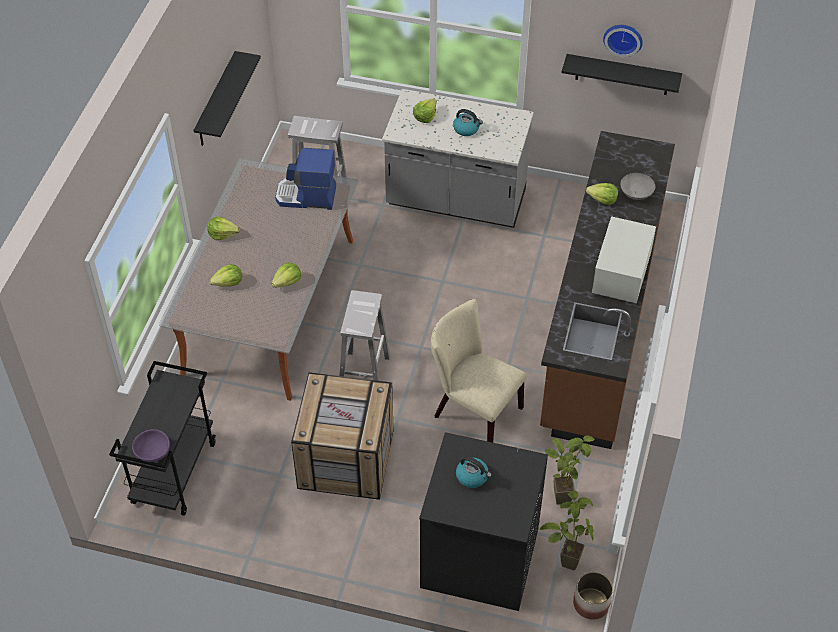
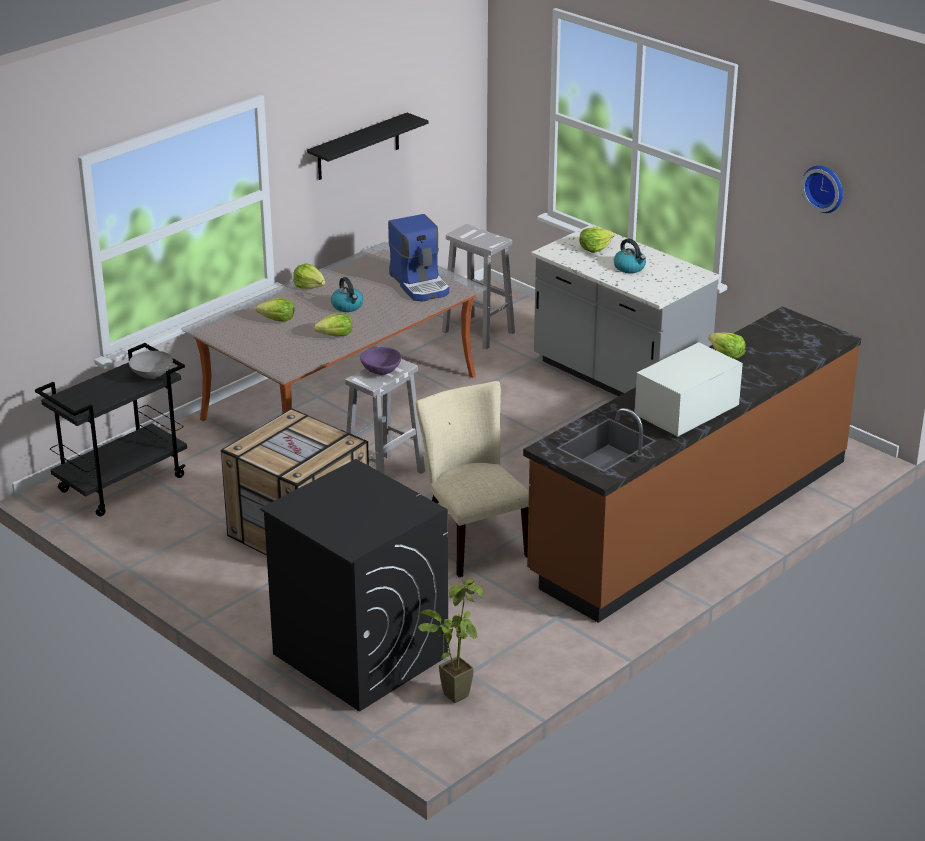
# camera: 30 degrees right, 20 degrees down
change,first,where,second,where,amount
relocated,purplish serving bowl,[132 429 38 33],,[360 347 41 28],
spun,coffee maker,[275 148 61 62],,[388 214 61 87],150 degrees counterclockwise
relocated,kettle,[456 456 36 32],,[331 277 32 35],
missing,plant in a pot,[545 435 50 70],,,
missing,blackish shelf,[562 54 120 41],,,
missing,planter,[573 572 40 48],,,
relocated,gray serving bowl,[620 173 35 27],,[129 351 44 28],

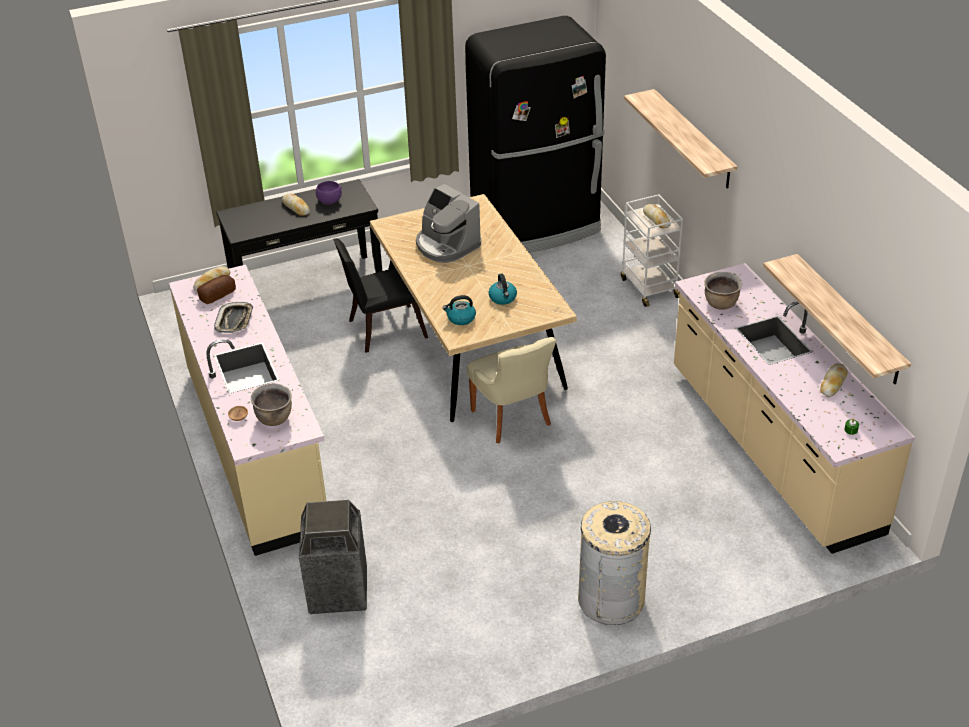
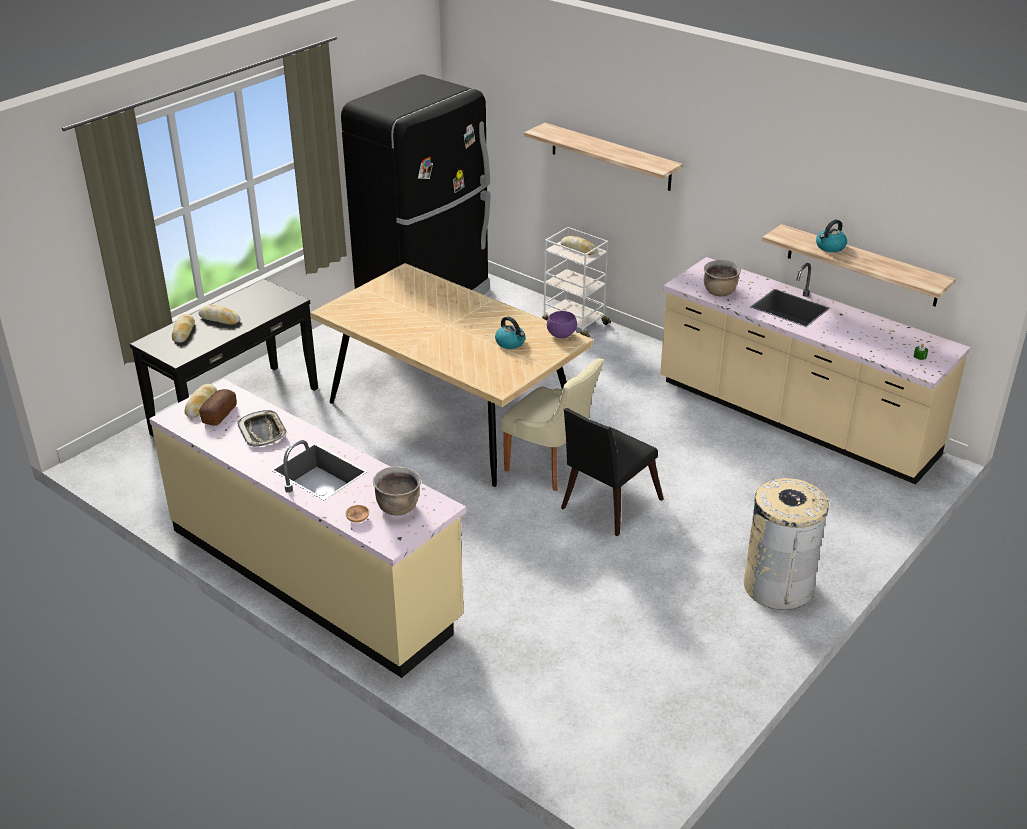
# camera: 30 degrees left, 5 degrees down
change,first,where,second,where,amount
missing,trash can,[299 500 68 114],,,
relocated,purplish serving bowl,[316 181 26 24],,[547 311 30 27],
relocated,blackish upright chair,[333 238 95 115],,[561 408 103 128],
missing,coffee maker,[416 184 65 79],,,
relocated,kettle,[443 295 33 30],,[816 220 31 32],
relocated,bakery bread,[820 363 28 34],,[172 314 23 29],

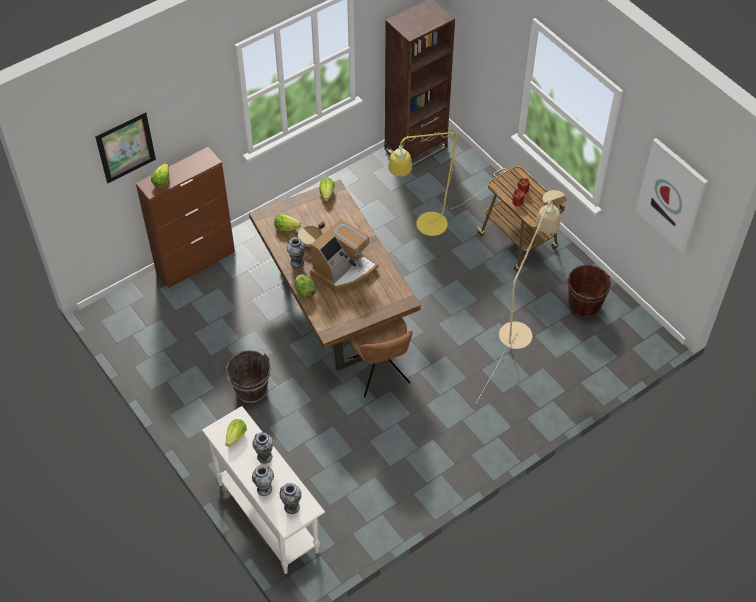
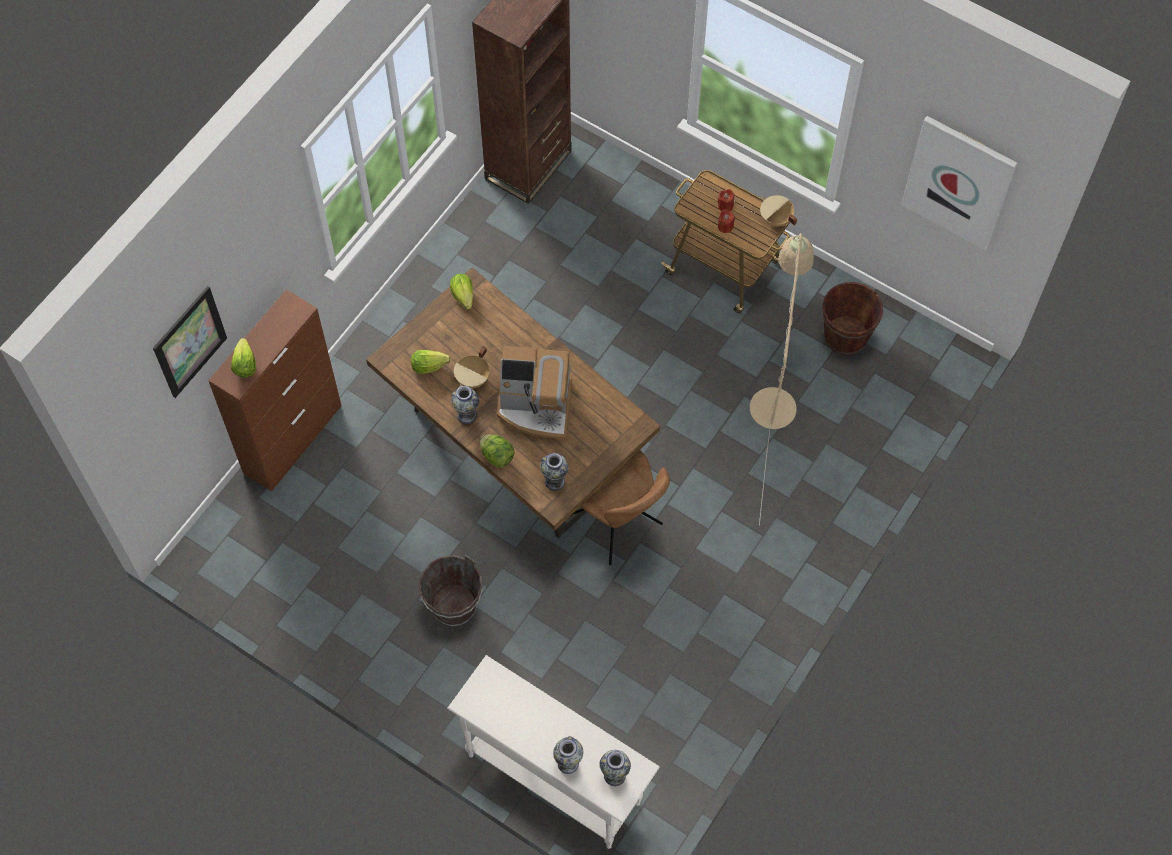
# camera: 20 degrees left, 10 degrees up
change,first,where,second,where,amount
missing,lettuce head,[225 419 22 28],,,
relocated,flower vase,[252 432 22 32],,[540 453 28 38],
spun,coffee maker,[310 219 69 72],,[497 346 75 94],75 degrees clockwise
missing,yellowish standing lamp,[388 132 100 104],,,

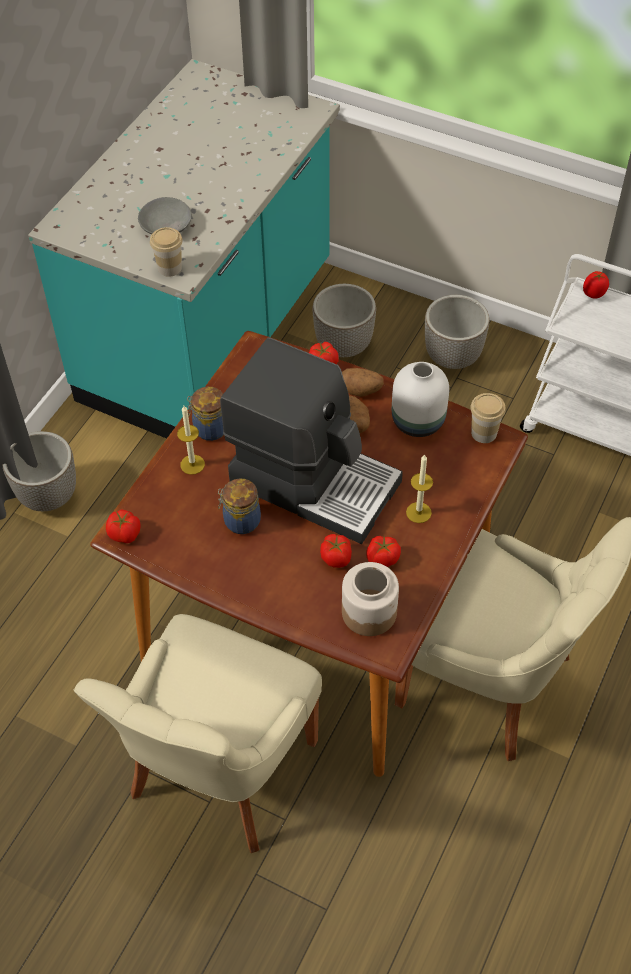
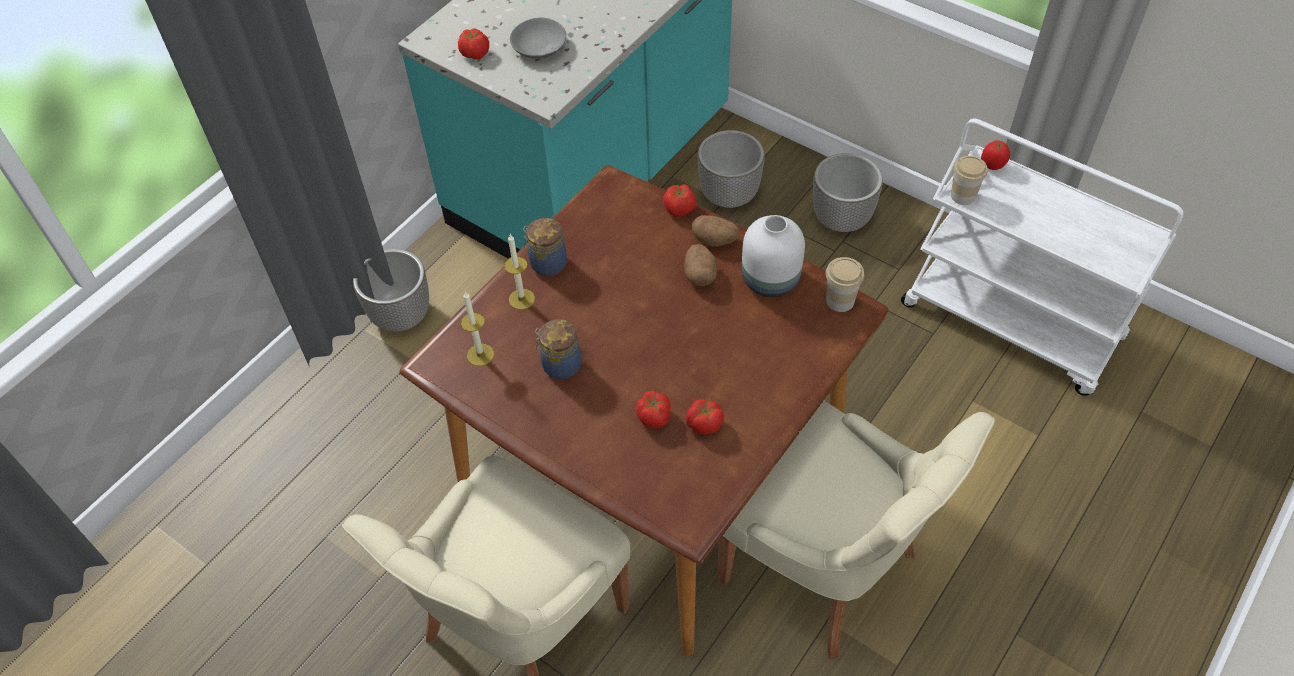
# camera: 10 degrees right, 0 degrees up
change,first,where,second,where,amount
relocated,whole tomato,[106 510 35 33],,[458 28 31 32],
relocated,drinking cup,[150 227 33 50],,[951 156 37 49],
missing,coffee maker,[220 337 183 207],,,
missing,jar,[342 562 57 74],,,
relocated,wax candle,[406 454 27 69],,[461 291 33 75],

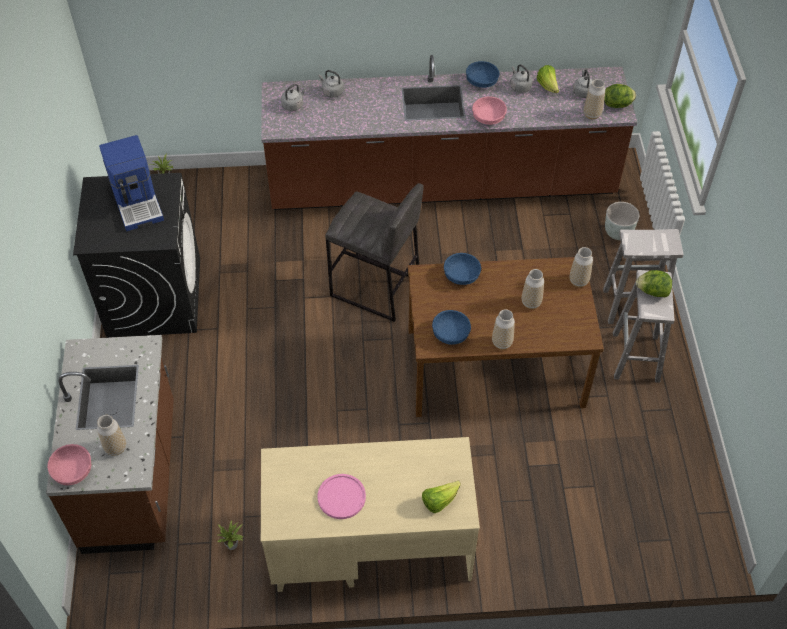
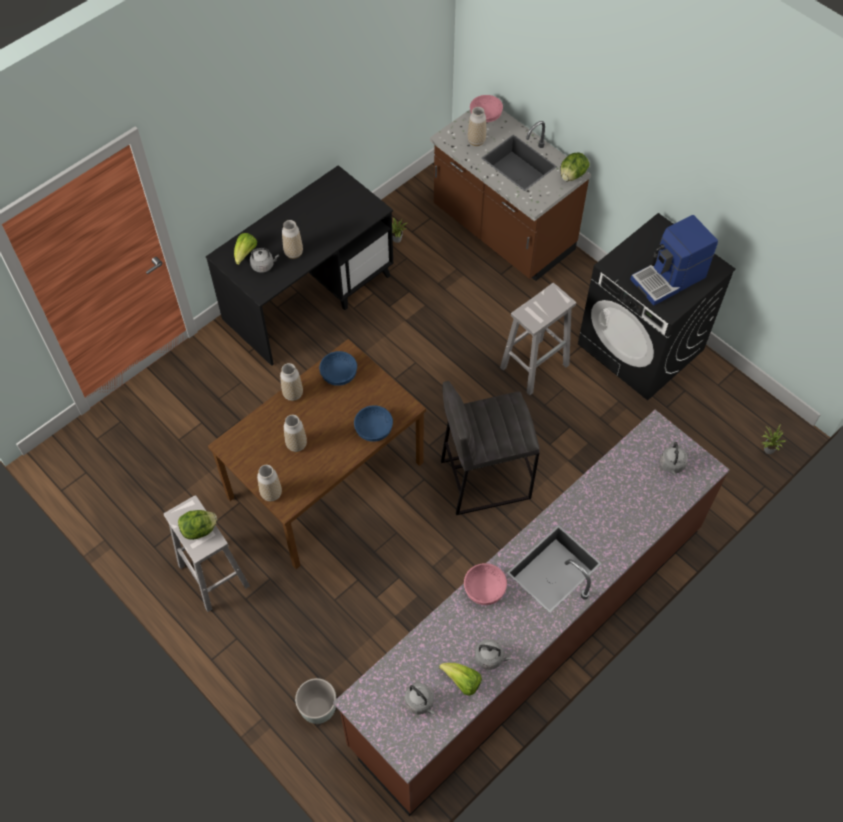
# camera: 140 degrees right, 5 degrees up
change,first,where,second,where,amount
spun,coffee maker,[99 135 65 96],,[630 215 88 91],60 degrees counterclockwise
colour,sand-coloured desk table,[261 437 219 155],blackish desk table,[206 165 188 201],
missing,pink-coloured flat dish,[317 474 49 45],,,
relocated,gray kettle,[318 70 26 27],,[250 248 29 25],
missing,blue serving bowl,[466 61 34 27],,,
relocated,flower vase,[584 79 21 41],,[282 220 21 39],
relocated,white-coloured sitting stool,[603 229 80 95],,[500 283 76 112],
relocated,lettuce head,[604 84 32 24],,[560 153 30 28],

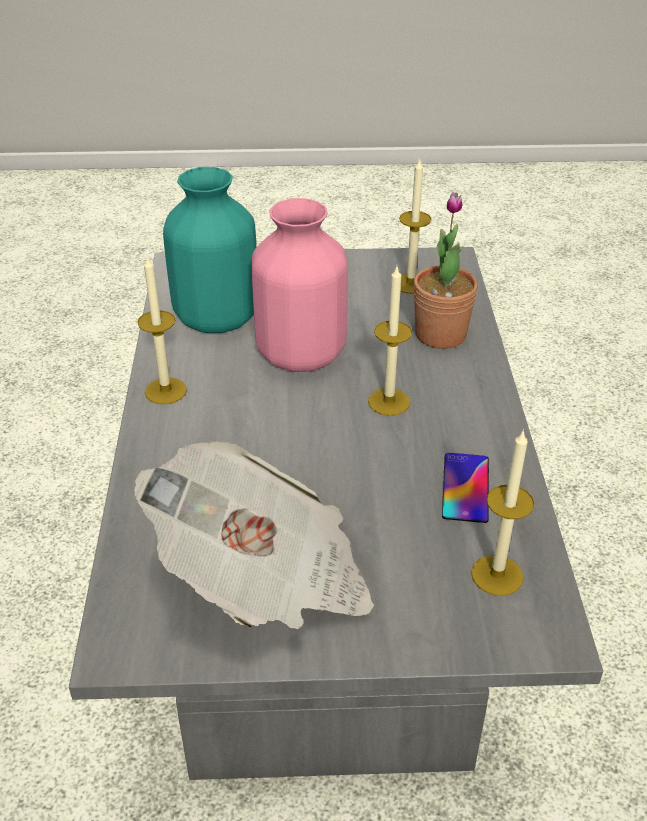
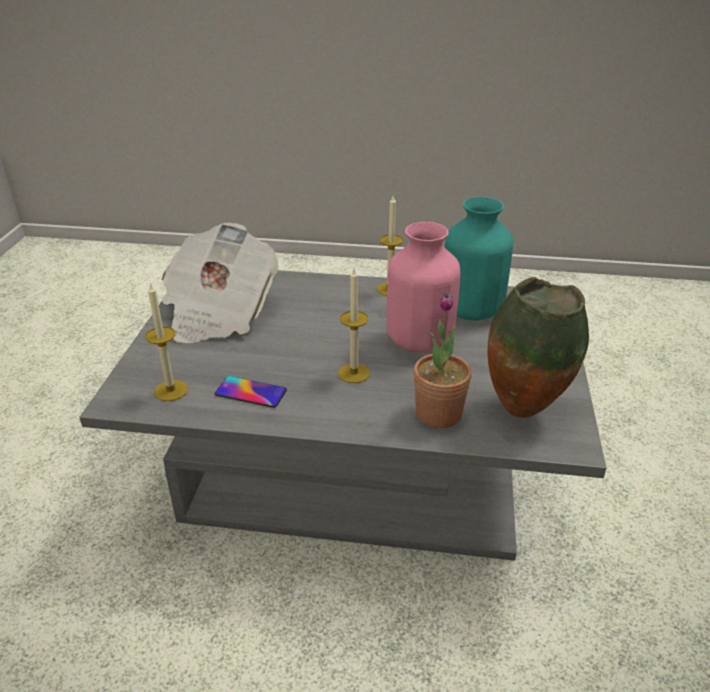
# camera: 100 degrees right, 5 degrees down
change,first,where,second,where,amount
exchanged,wax candle,[399 158 32 136],flower vase,[488 277 101 141],

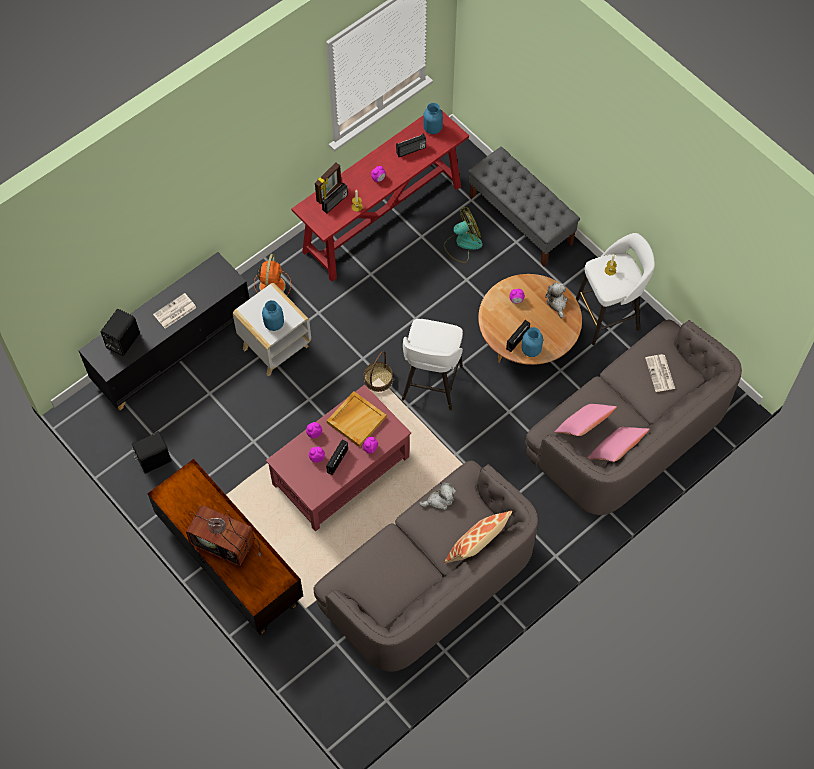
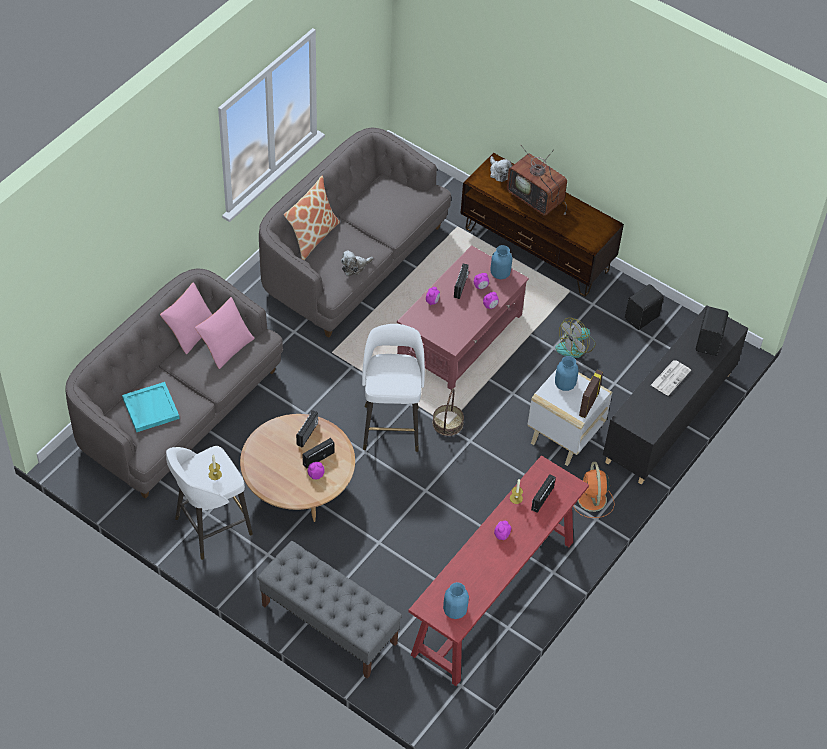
# camera: 165 degrees right, 10 degrees down
change,first,where,second,where,amount
spun,TV set,[186 505 75 61],,[507 145 60 71],150 degrees counterclockwise
relocated,photo frame,[315 162 26 42],,[579 370 24 48],
missing,sand-coloured serving tray,[327 391 60 56],,,
relocated,radio set,[396 133 30 24],,[303 438 32 31],
relocated,fan,[444 207 39 56],,[555 318 41 40],
relocated,blue flower vase,[522 327 21 30],,[490 245 22 34],
relocated,cuddly toy,[545 282 22 37],,[490 156 22 26],
exchanged,daily paper,[645 354 30 38],turquoise serving tray,[122 382 58 50],

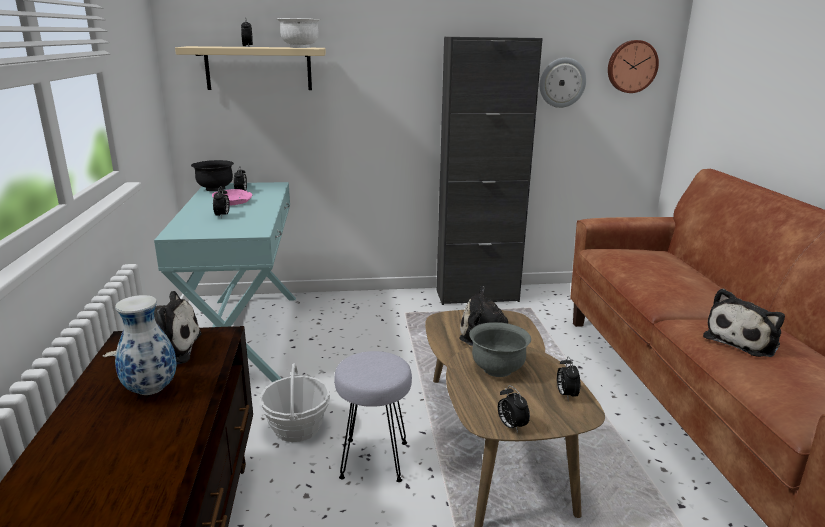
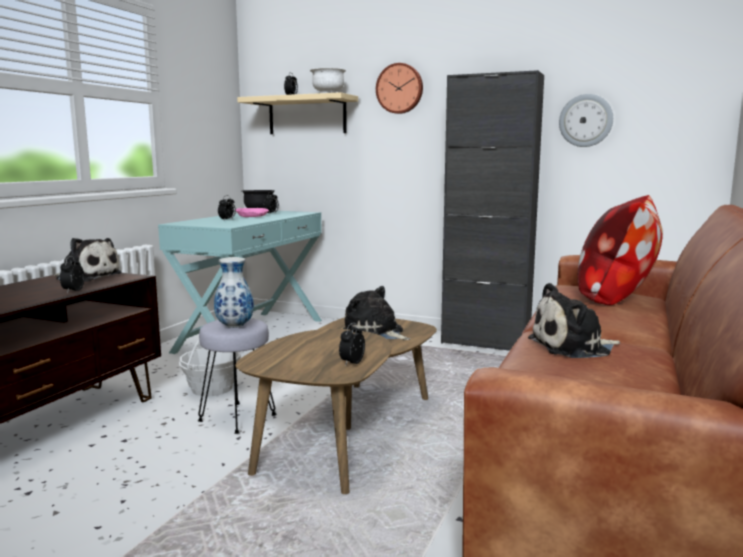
# camera: 30 degrees right, 10 degrees down
change,first,where,second,where,amount
relocated,flower vase,[115 295 62 100],,[214 257 40 71],
missing,gray serving bowl,[469 322 62 55],,,
relocated,bedside clock,[498 385 32 48],,[60 256 24 38],
relocated,clock on the wall,[608 40 51 53],,[376 63 47 51],
appeared,,,pillow,[578 195 85 110],

